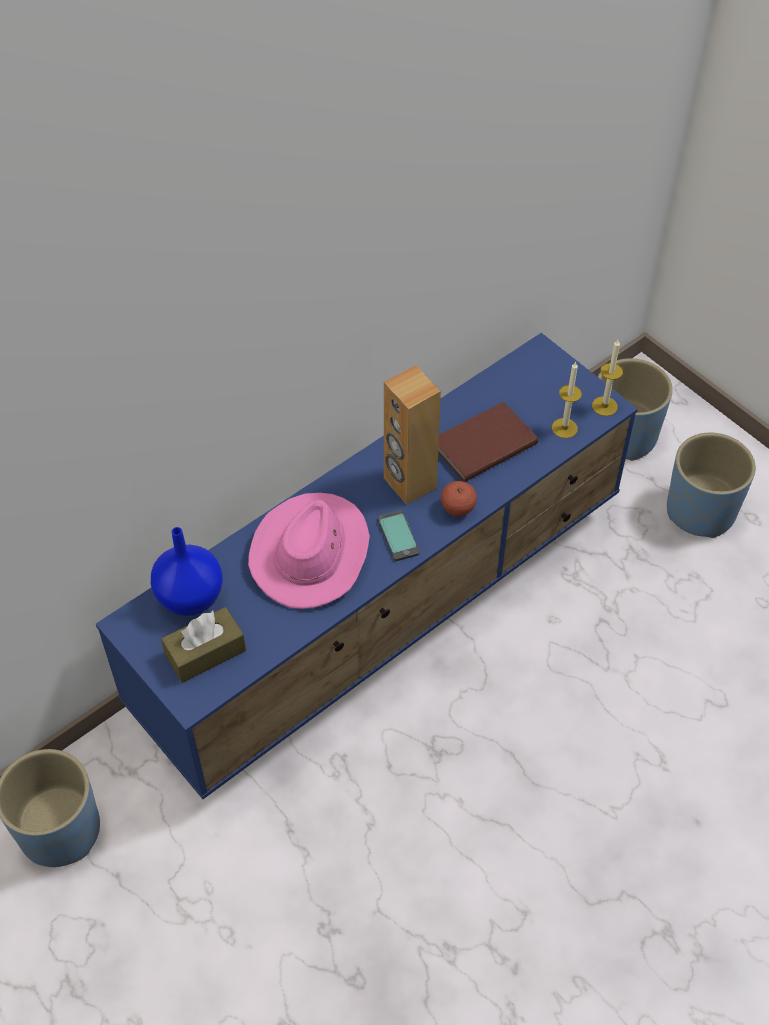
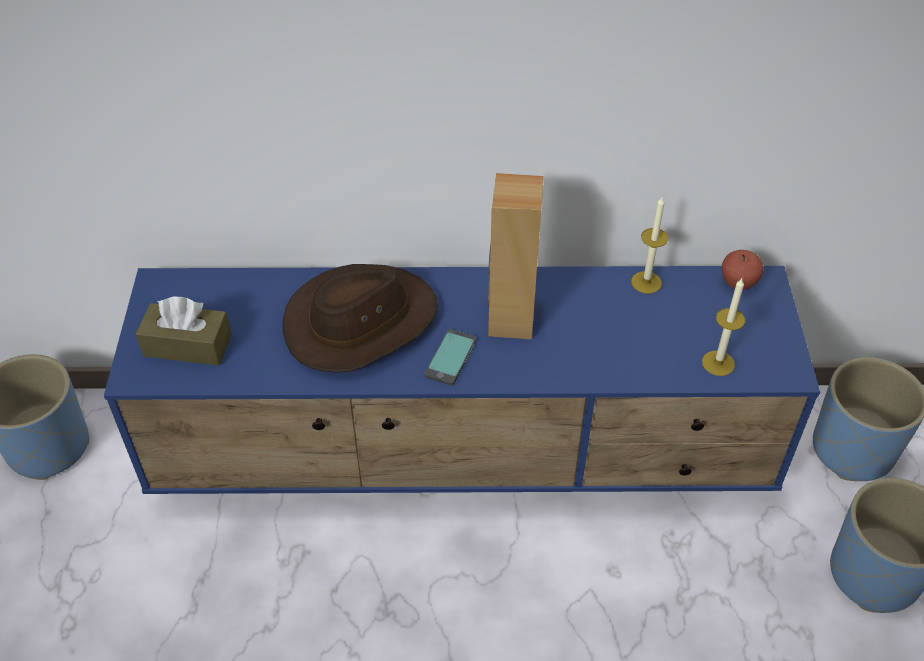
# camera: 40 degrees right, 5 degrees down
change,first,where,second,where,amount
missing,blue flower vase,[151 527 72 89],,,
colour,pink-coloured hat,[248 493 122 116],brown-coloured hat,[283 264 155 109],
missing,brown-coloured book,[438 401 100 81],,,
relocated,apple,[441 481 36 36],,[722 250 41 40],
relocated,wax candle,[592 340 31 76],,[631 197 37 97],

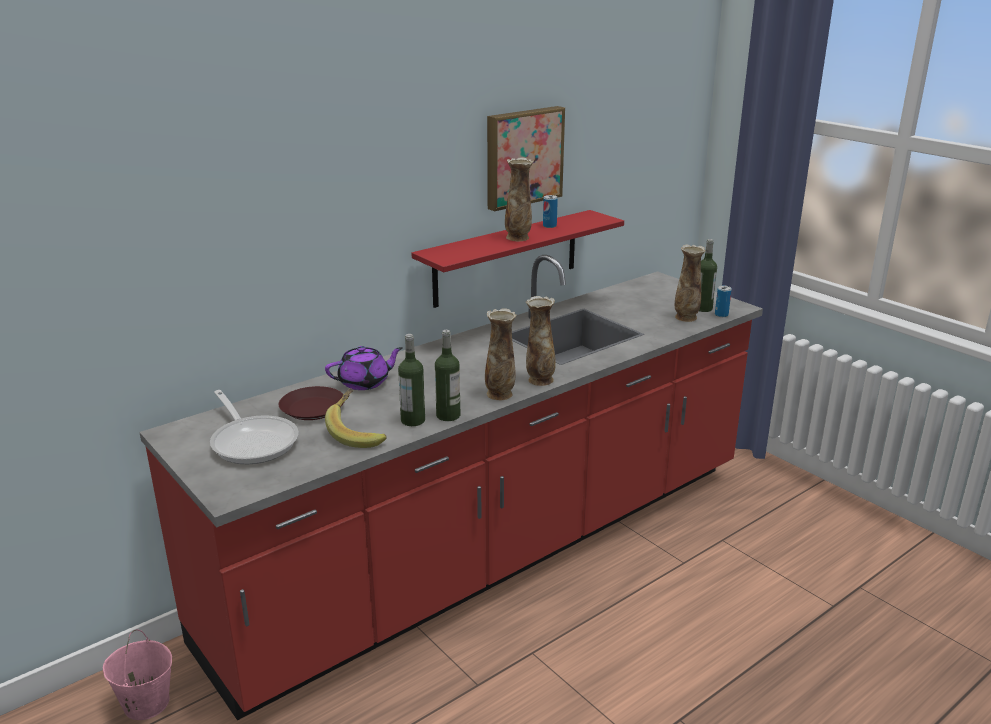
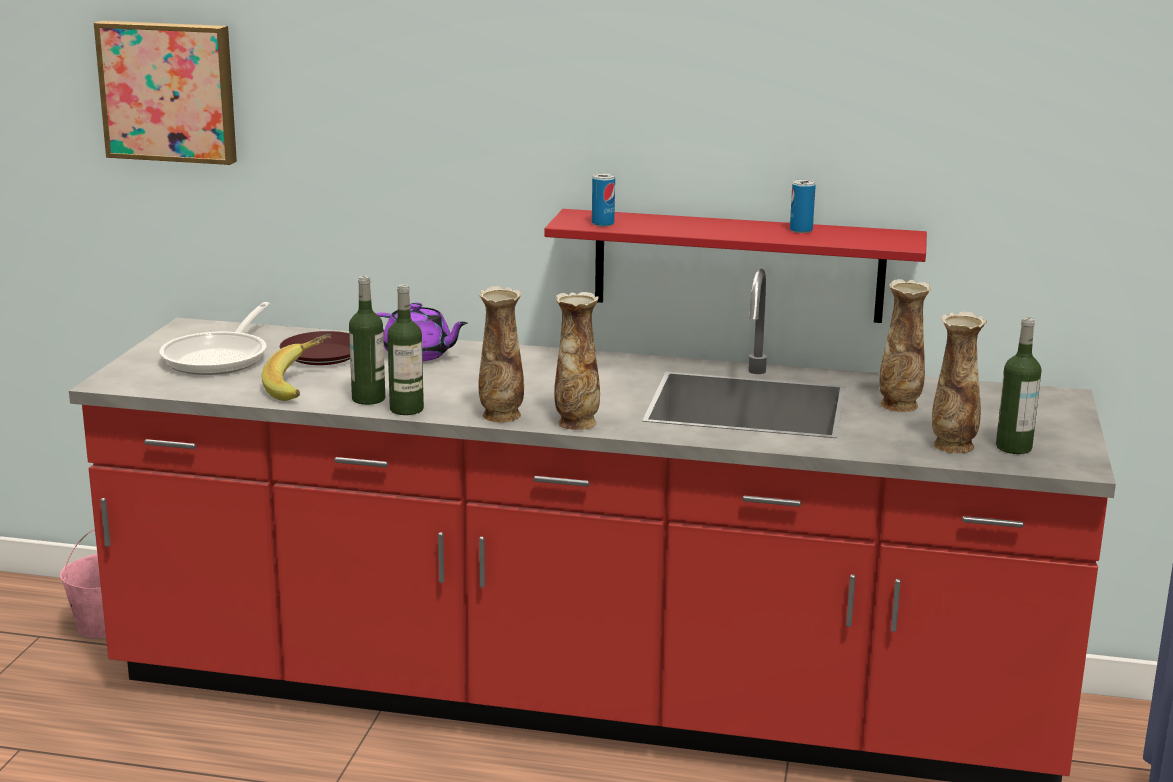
# camera: 50 degrees right, 5 degrees down
change,first,where,second,where,amount
relocated,wall art,[487 106 78 105],,[94 21 143 144],
relocated,flower vase,[505 158 29 83],,[879 279 52 133],
relocated,metal can,[715 286 17 31],,[592 173 23 53],

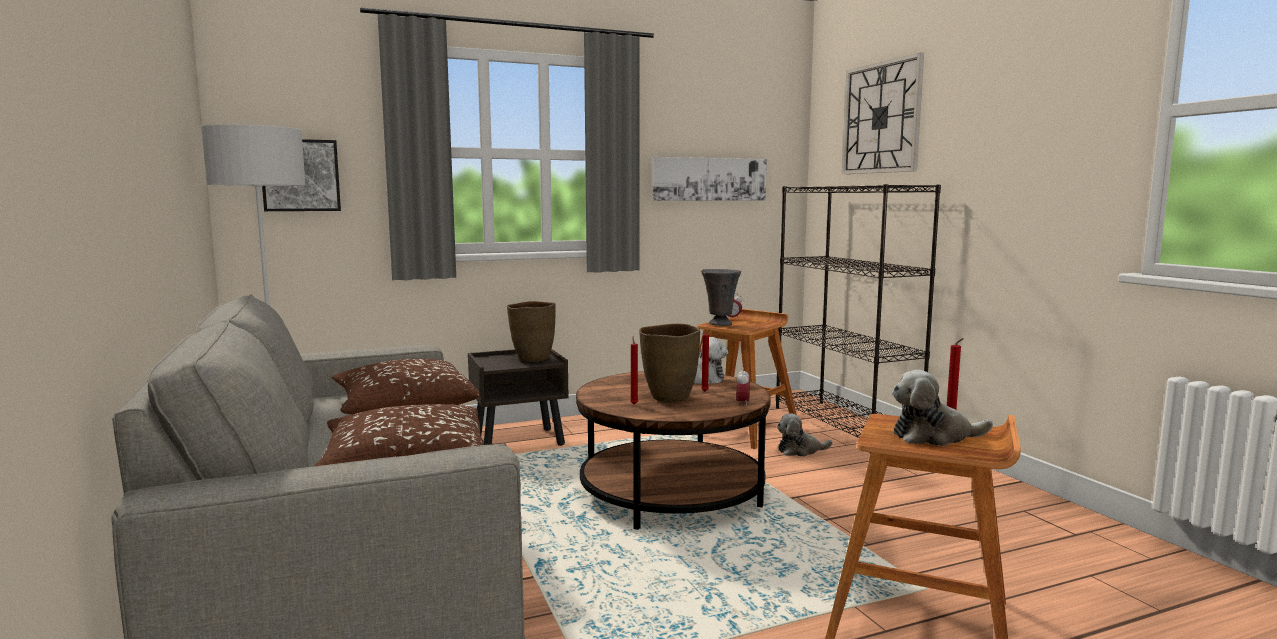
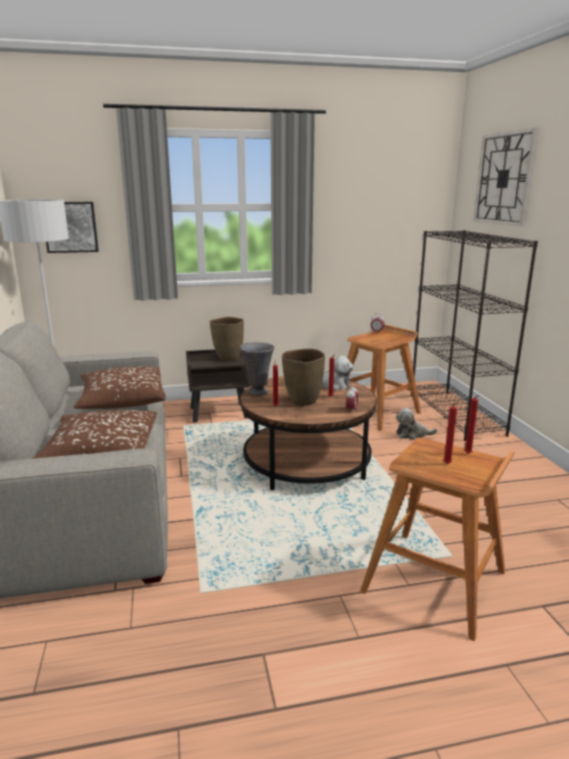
# camera: 10 degrees right, 10 degrees up
change,first,where,second,where,amount
missing,wall art,[652 157 115 44],,,
relocated,gray flower vase,[701 269 40 57],,[240 342 35 54],
exchanged,cuddly toy,[892 370 101 76],red-coloured wax candle,[443 400 17 64],

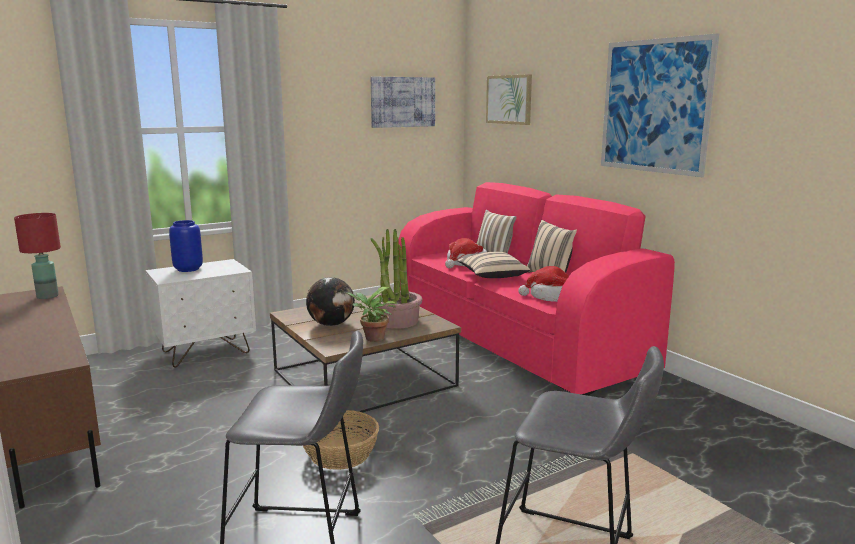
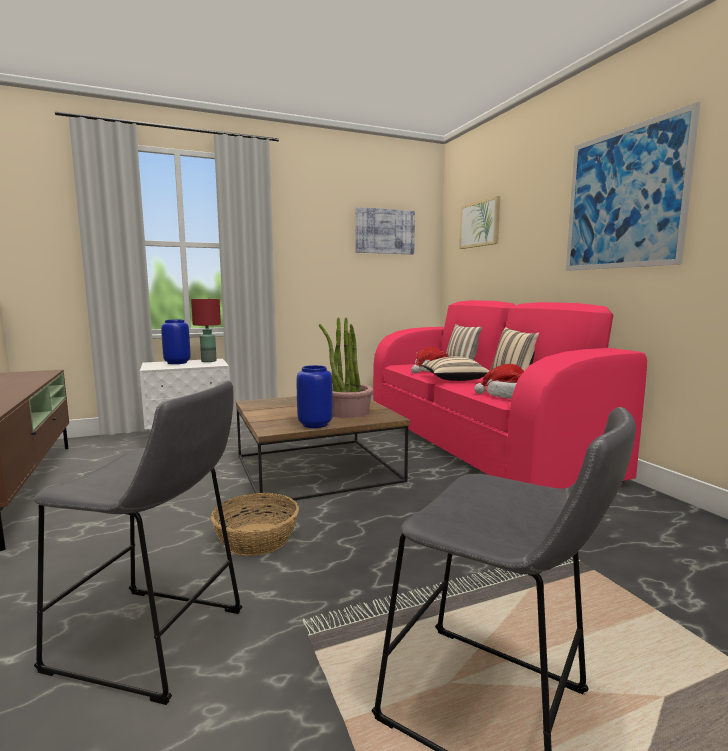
# camera: 10 degrees right, 5 degrees down
change,first,where,second,where,amount
relocated,red-coloured tabletop lamp,[14 213 47 86],,[191 299 30 63],
missing,globe,[306 277 49 49],,,
exchanged,plant in a pot,[345 287 52 55],blue flower vase,[297 365 36 63],

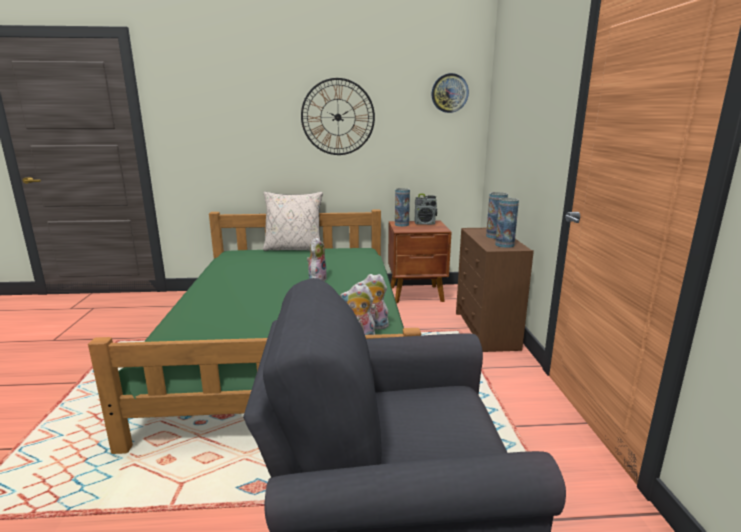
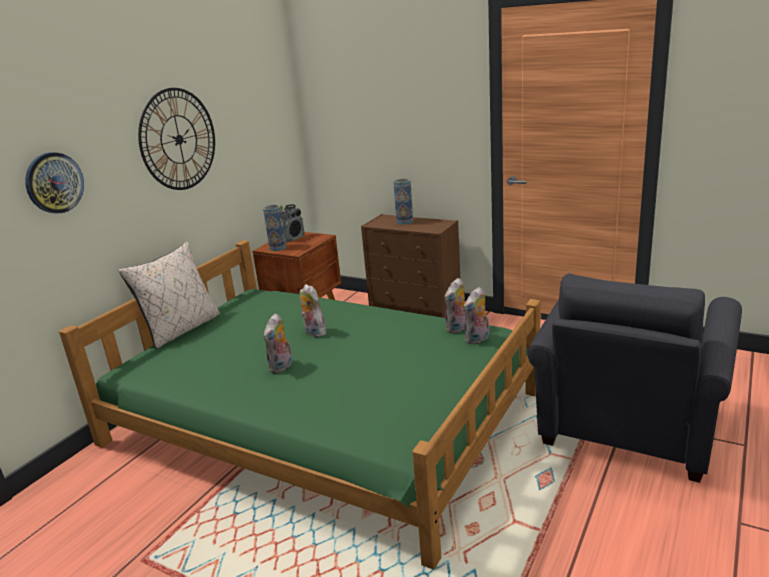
# camera: 55 degrees left, 5 degrees up
change,first,where,second,where,amount
relocated,clock on the wall,[431 73 38 40],,[25 152 59 62],
missing,flower vase,[495 198 24 50],,,
appeared,,,cuddly toy,[263 313 29 60],

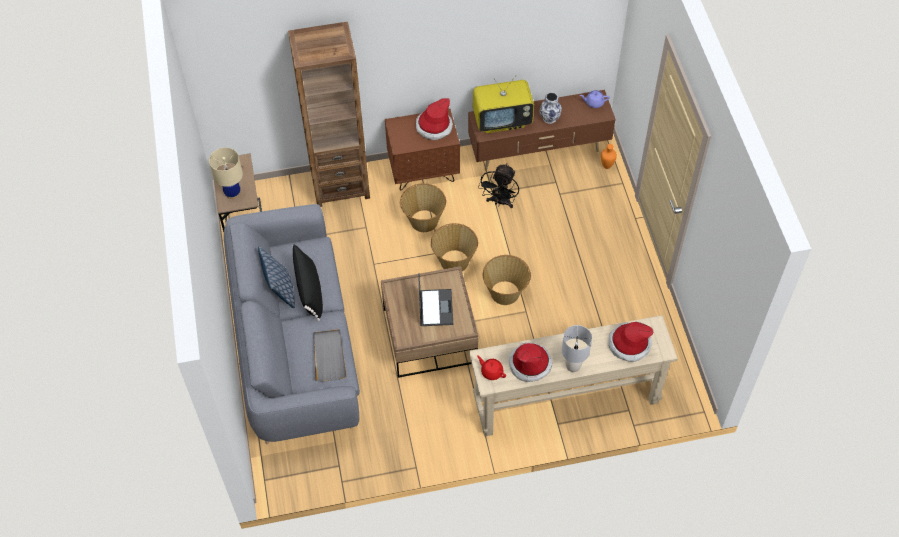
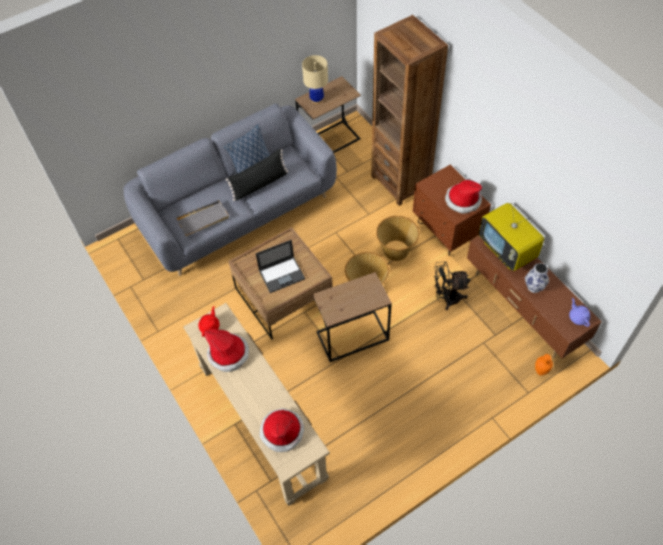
# camera: 70 degrees right, 0 degrees up
change,first,where,second,where,amount
exchanged,household basket,[483 255 48 50],brown-coloured side table,[313 272 79 90],
missing,gray tabletop lamp,[562 325 30 47],,,

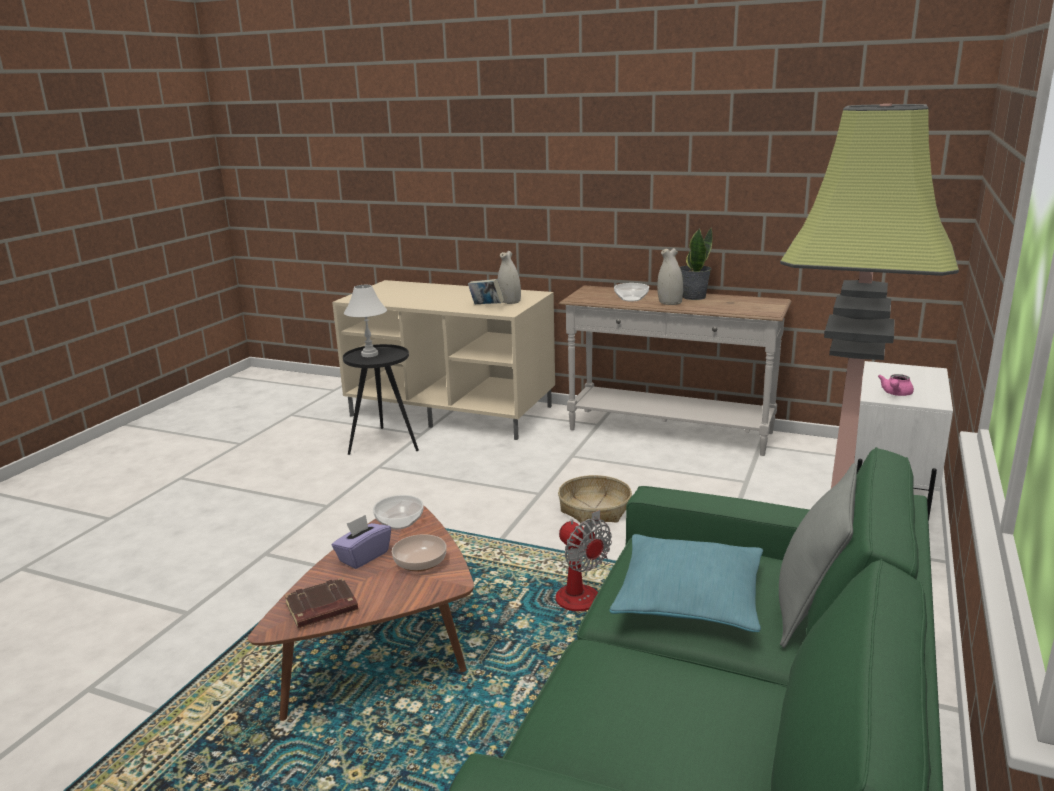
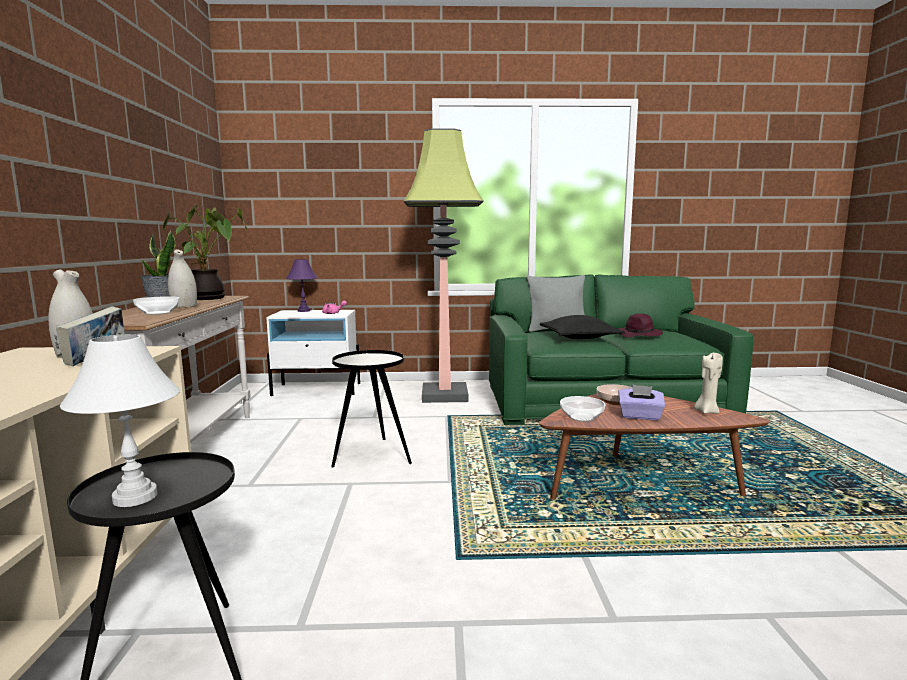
# camera: 115 degrees left, 10 degrees down
change,first,where,second,where,amount
exchanged,brown-coloured book,[284 578 74 50],sand-coloured wax candle,[694 353 29 61],
missing,fan,[556 510 56 101],,,
exchanged,household basket,[558 475 74 48],blackish side table,[331 350 81 118],
colour,turquoise pillow,[610 534 153 98],blackish pillow,[539 315 86 24],
appeared,,,plant in a pot,[163 205 84 95],
appeared,,,purplish tabletop lamp,[286 259 32 53],
appeared,,,purplish hat,[618 314 45 24],

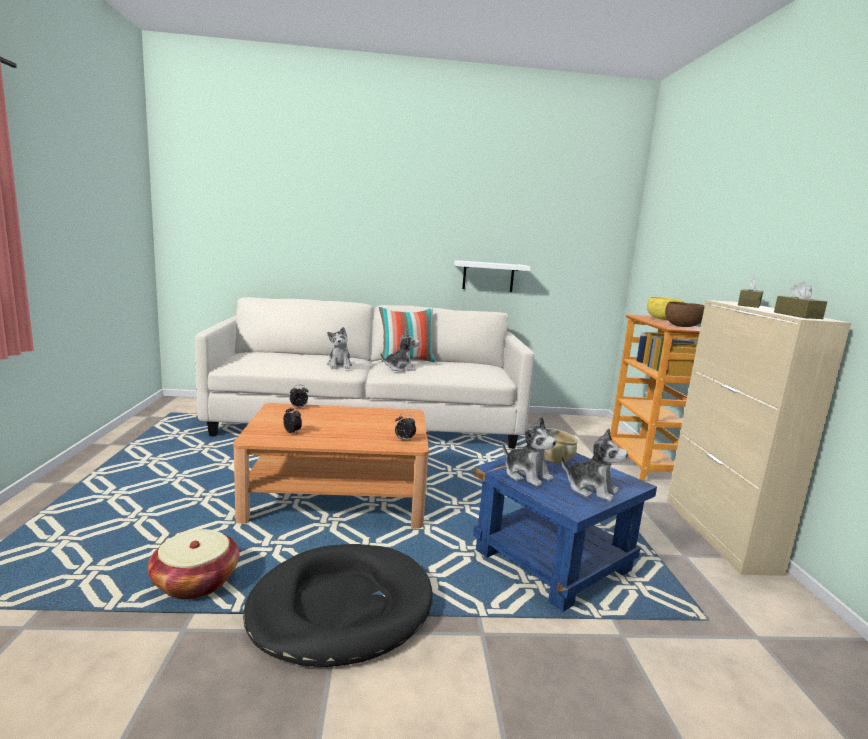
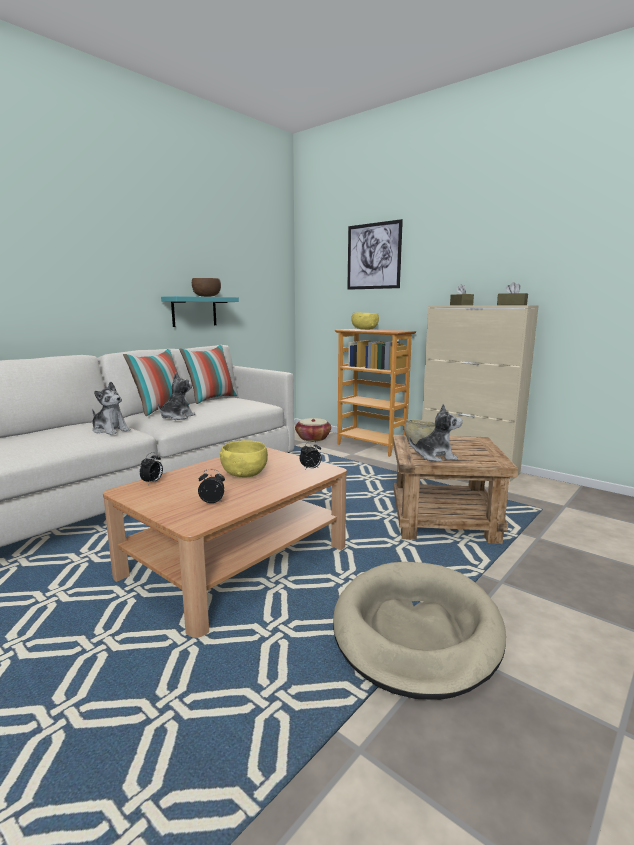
# camera: 45 degrees left, 0 degrees up
change,first,where,second,where,amount
relocated,household basket,[148 529 91 71],,[295 418 36 23],
colour,blackish pet bed,[243 544 190 123],sand-coloured pet bed,[333 562 173 138],
colour,white-coloured shelf,[454 260 77 32],turquoise shelf,[161 296 78 31],
colour,blue side table,[473 453 184 159],brown-coloured side table,[393 435 125 109],
missing,cuddly toy,[561 428 67 73],,,
relocated,brown-coloured serving bowl,[665 301 40 26],,[192 278 29 19],
appeared,,,pillow,[179 344 58 60],
appeared,,,yellowish serving bowl,[219 440 49 37],
appeared,,,wall art,[347 219 56 71],

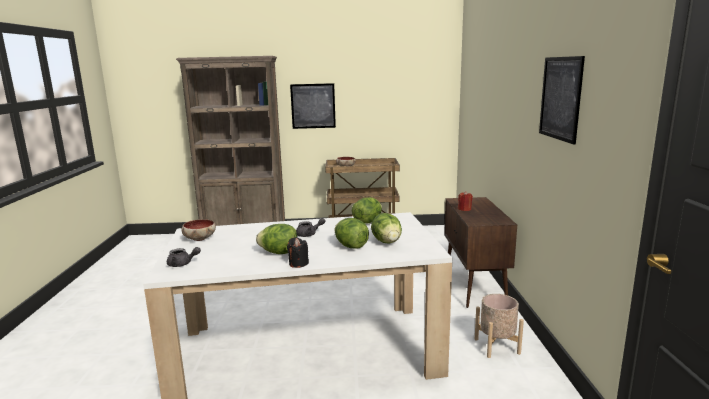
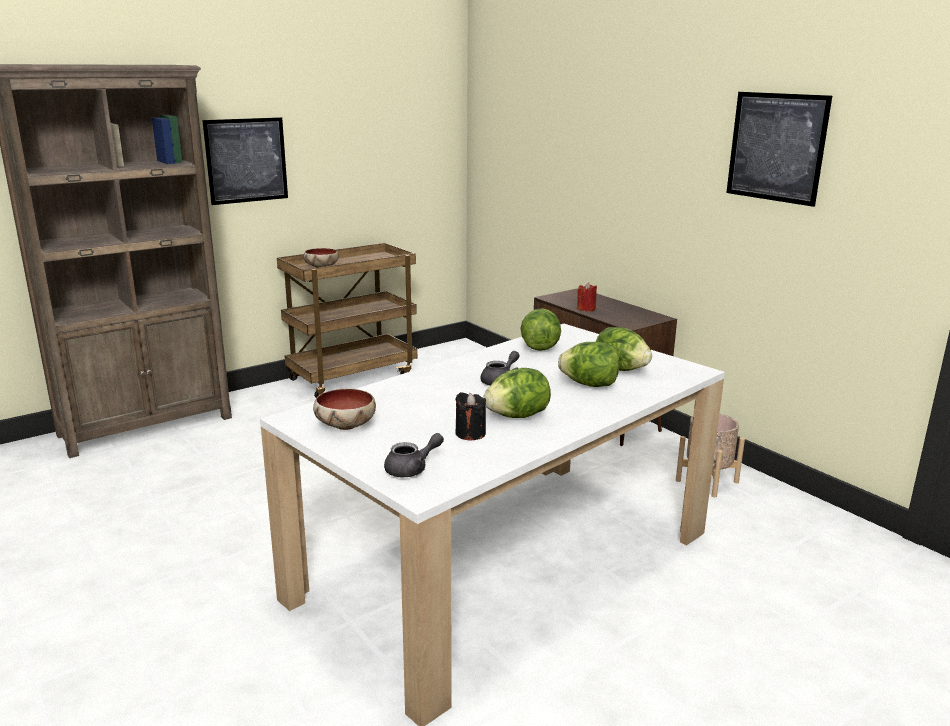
# camera: 35 degrees left, 5 degrees up
change,first,where,second,where,amount
relocated,blackish wax candle,[287 237 22 31],,[455 392 31 49],

